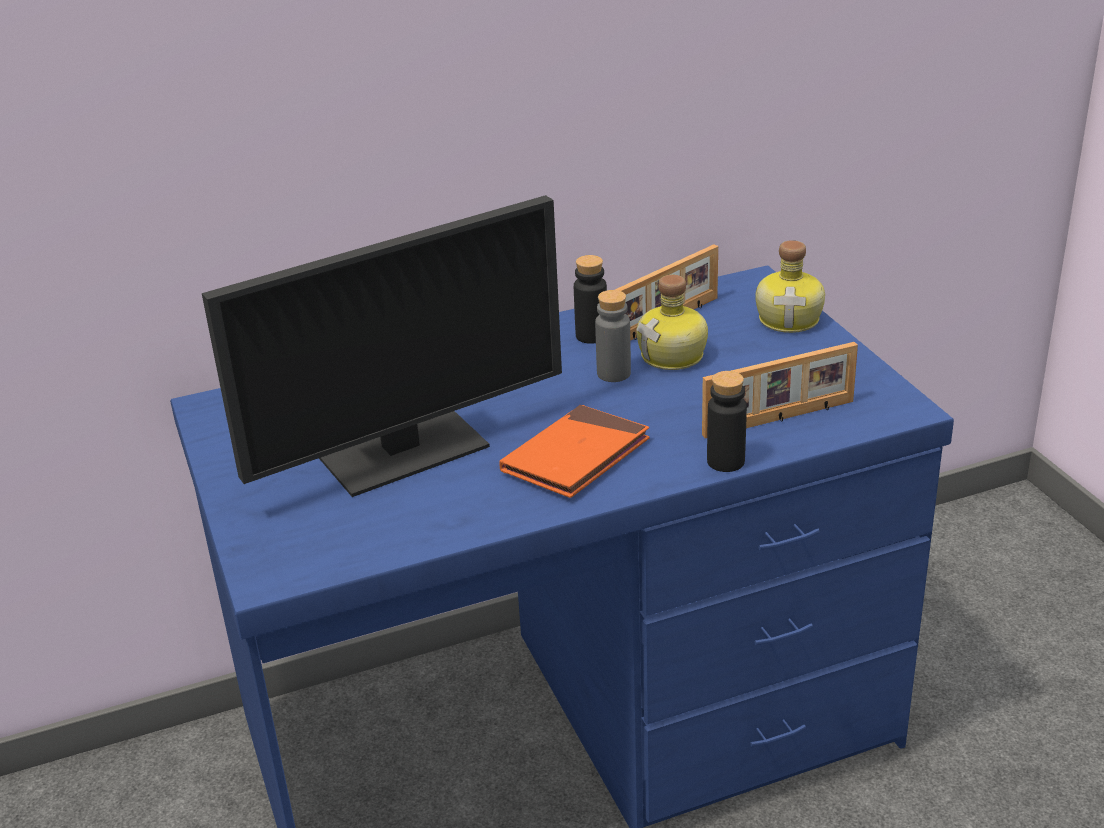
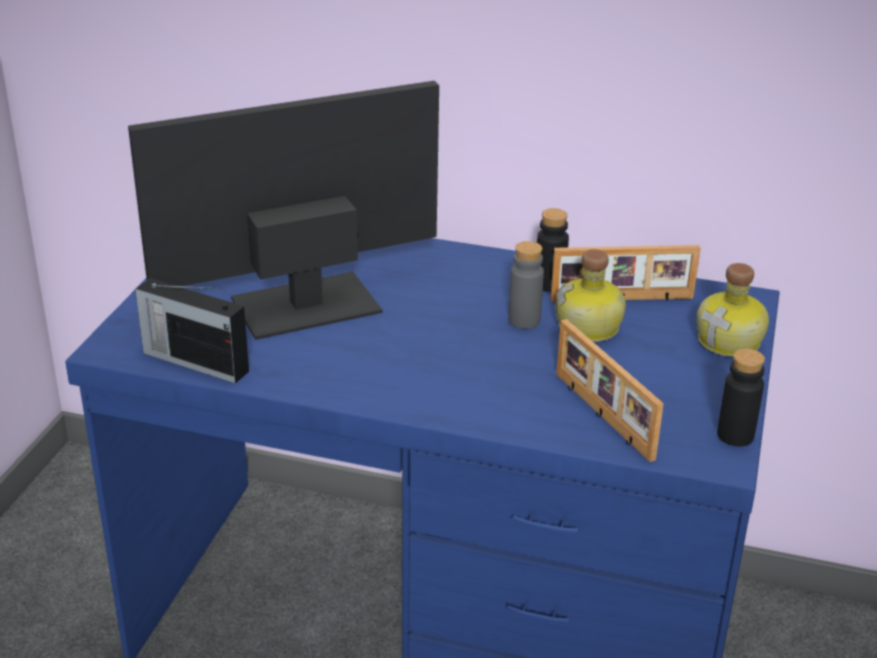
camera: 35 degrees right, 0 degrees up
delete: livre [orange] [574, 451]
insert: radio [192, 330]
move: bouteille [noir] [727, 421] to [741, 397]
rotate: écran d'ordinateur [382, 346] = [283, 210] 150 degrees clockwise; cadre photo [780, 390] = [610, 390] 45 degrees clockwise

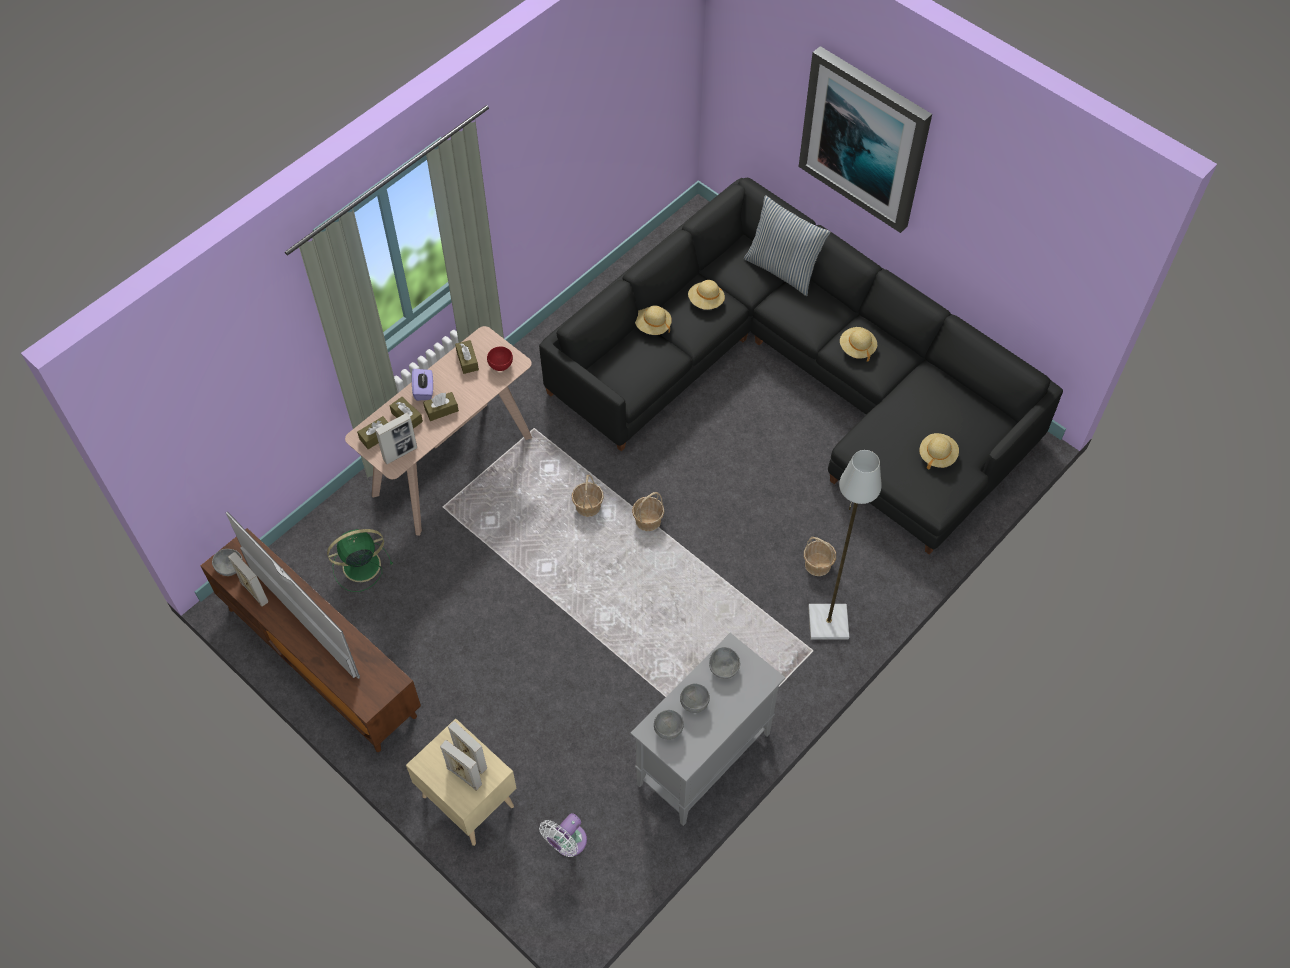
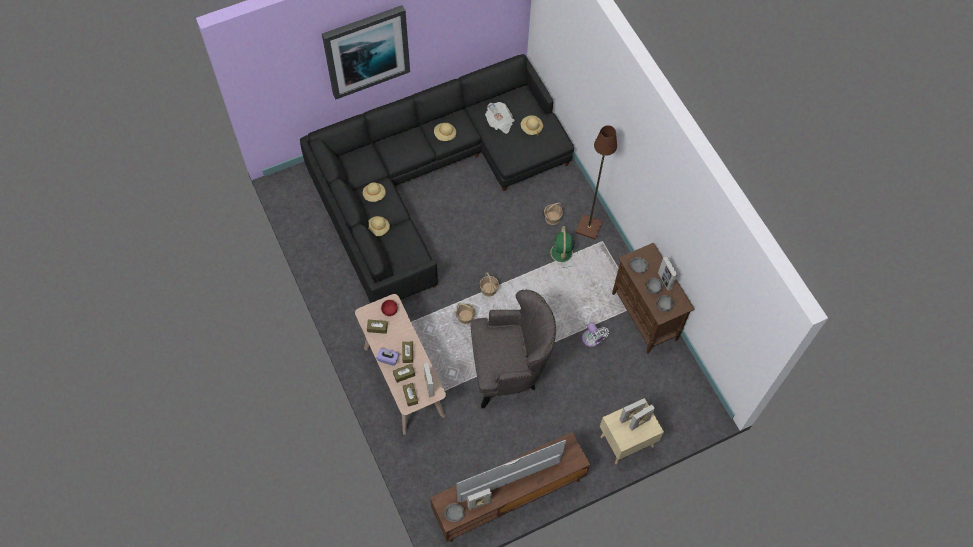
camera: 70 degrees left, 5 degrees up
delete: coussin [787, 245]
insert: fauteuil [gris] [513, 349]; journal [499, 118]; cadre photo [668, 274]
move: ventilateur [vert] [360, 560] to [562, 247]; ventilateur [blanc] [563, 835] to [595, 334]
recolor: meuble de rangement [gris] [708, 729] to meuble de rangement [marron] [653, 298]; lampadaire [gris] [844, 545] to lampadaire [marron] [596, 182]

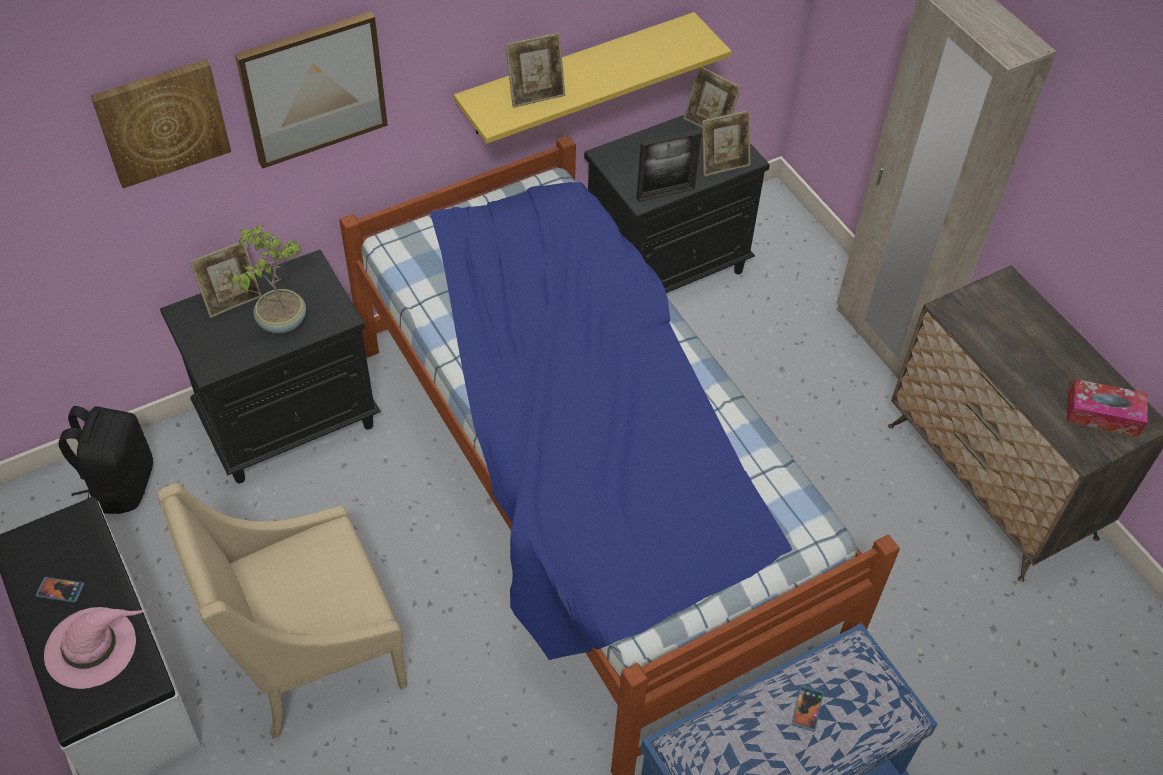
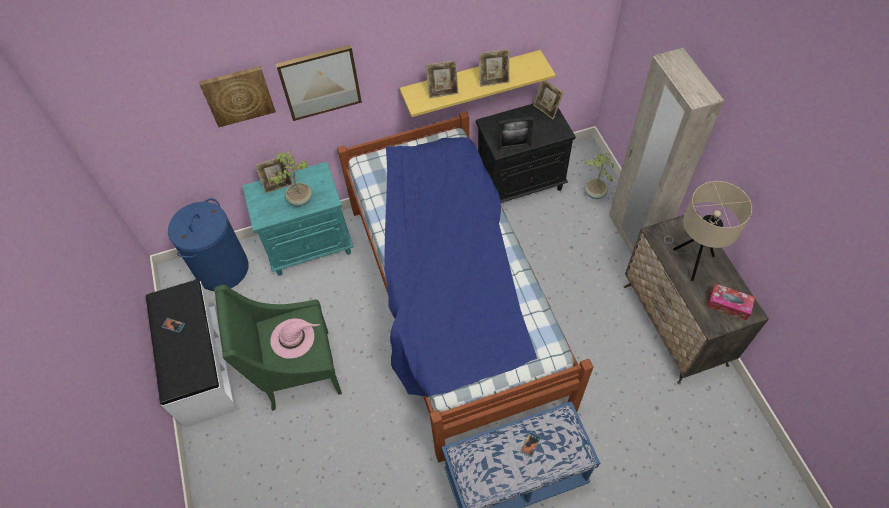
camera: 15 degrees right, 5 degrees up
insert: plante en pot [599, 176]; lampe de table [beige] [708, 231]
move: chapeau [rose] [95, 648] to [295, 338]; cadre photo [726, 143] to [494, 68]
replace: sac à dos [noir] [106, 460] to panier à linge [bleu] [208, 244]
recolor: fauteuil [beige] [282, 611] to fauteuil [vert] [278, 348]; table de chevet [noir] [270, 366] to table de chevet [turquoise] [298, 219]

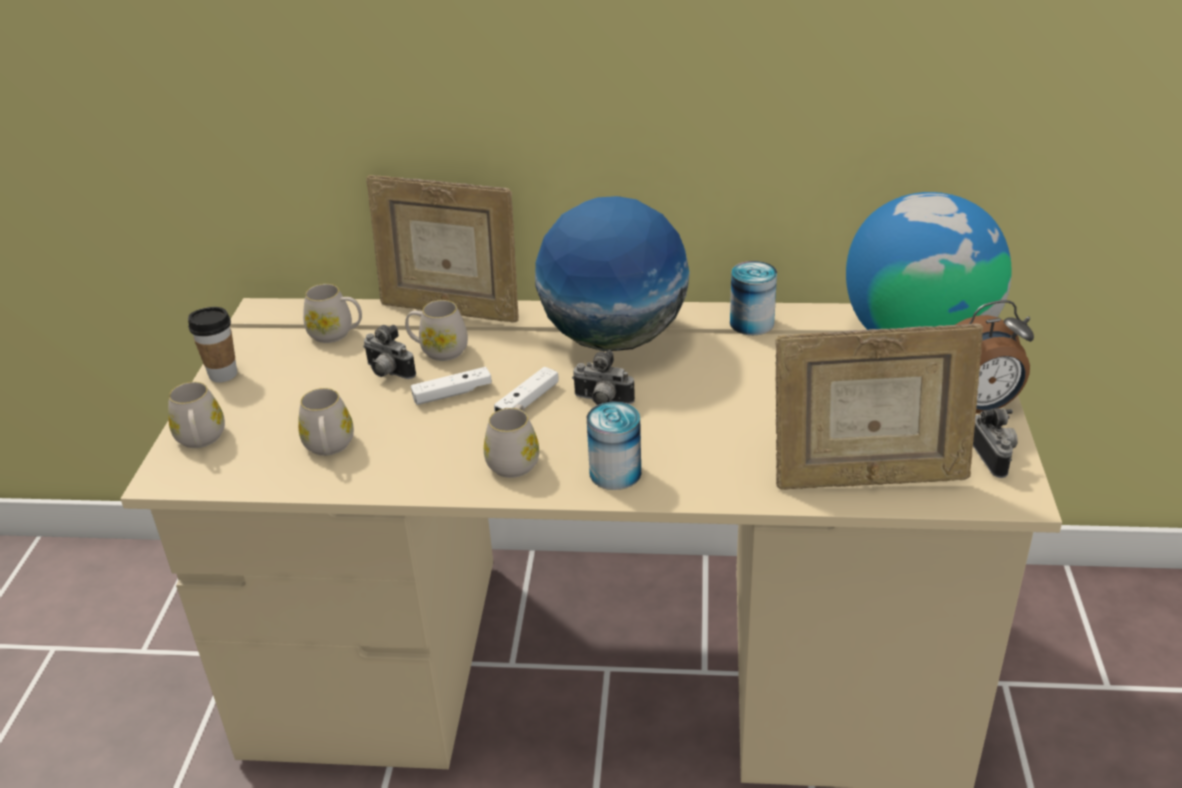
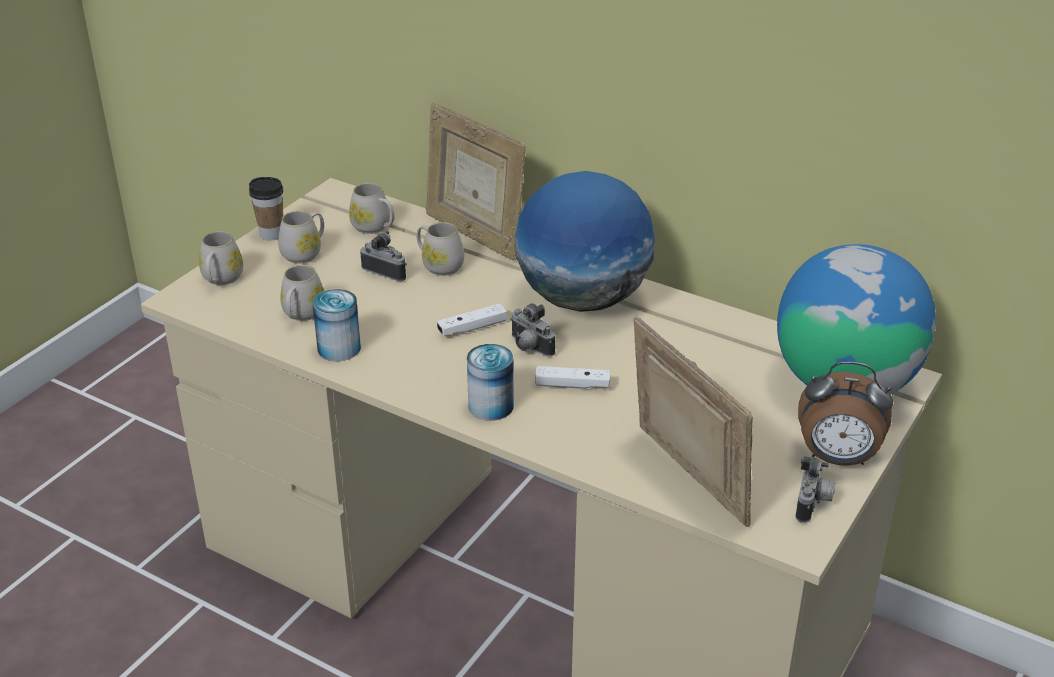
camera: 25 degrees right, 0 degrees up
move: manette [blanc] [451, 386] to [573, 377]; mug [blanc] [511, 441] to [301, 237]; boîte métallique [753, 298] to [336, 325]
rotate: appareil photo [389, 352] = [383, 256] 150 degrees clockwise; cadre photo [879, 407] = [693, 421] 150 degrees counterclockwise

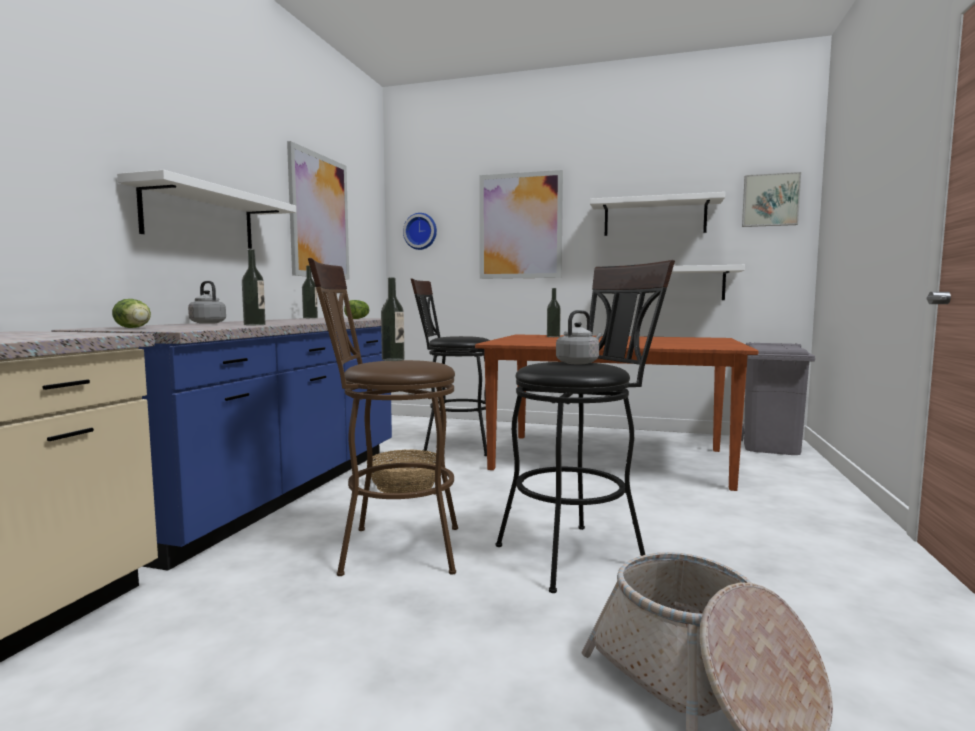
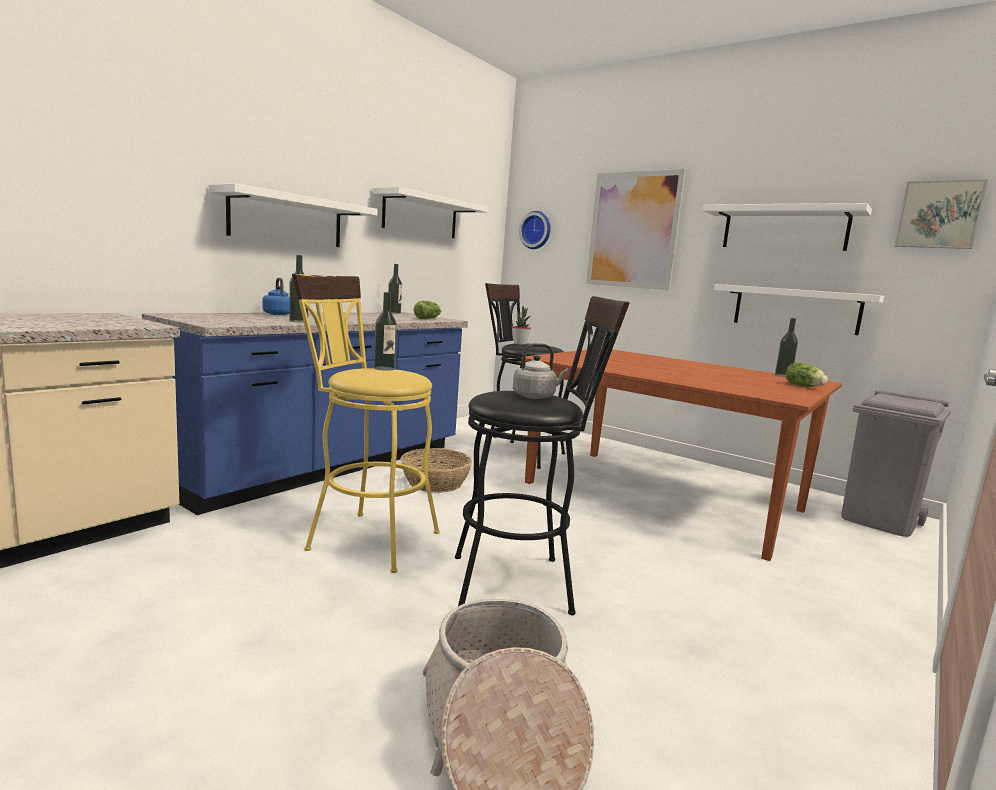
camera: 20 degrees right, 5 degrees up
insert: plante en pot [521, 325]
move: laitue [131, 313] to [807, 374]; bouteille [554, 312] to [786, 347]
replace: tableau [318, 210] to étagère [blanc] [430, 212]
recolor: bouilloire [gris] [207, 302] to bouilloire [bleu] [276, 296]; tabouret [marron] [383, 417] to tabouret [jaune] [366, 423]

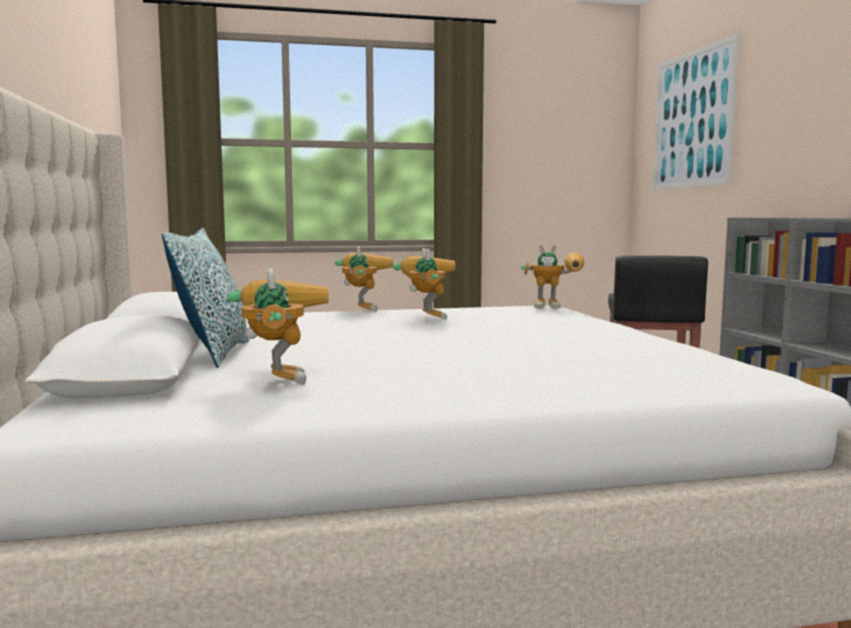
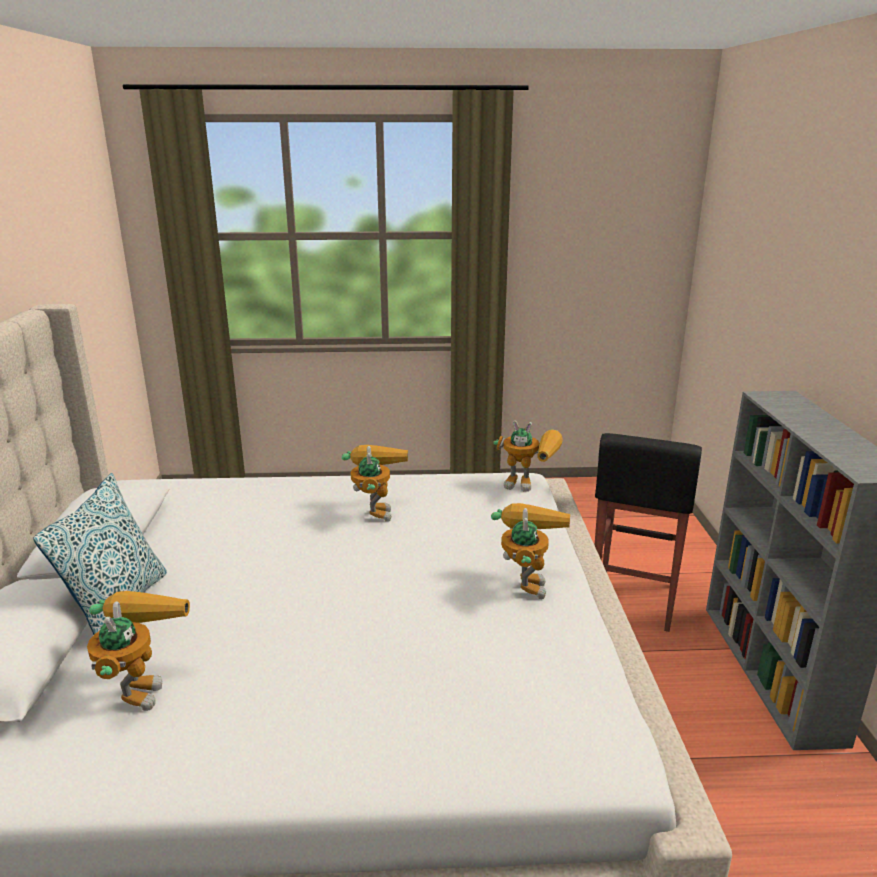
camera: 10 degrees right, 15 degrees up
delete: tableau [696, 112]
move: robot jouet [364, 279] to [530, 551]

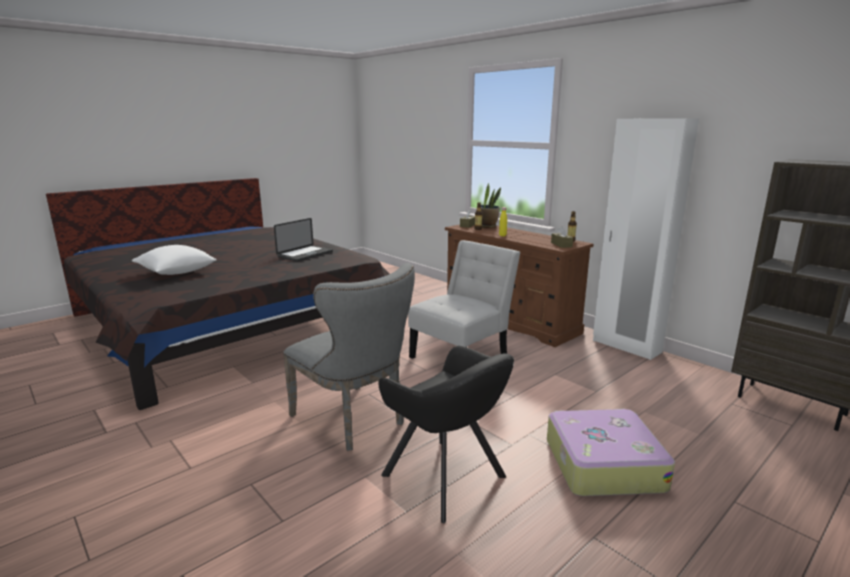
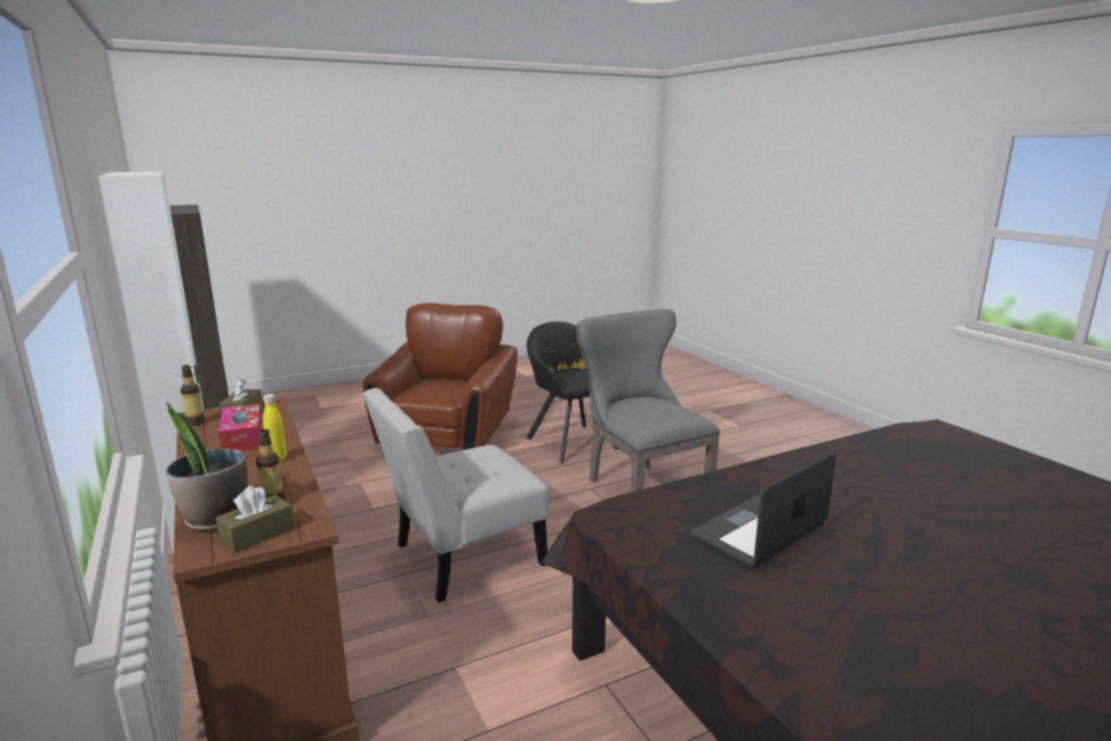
camera: 165 degrees left, 0 degrees up
delete: coussin [blanc] [174, 260]
insert: boîte à mouchoirs [240, 427]
replace: valise [611, 452] to fauteuil [marron] [440, 376]

